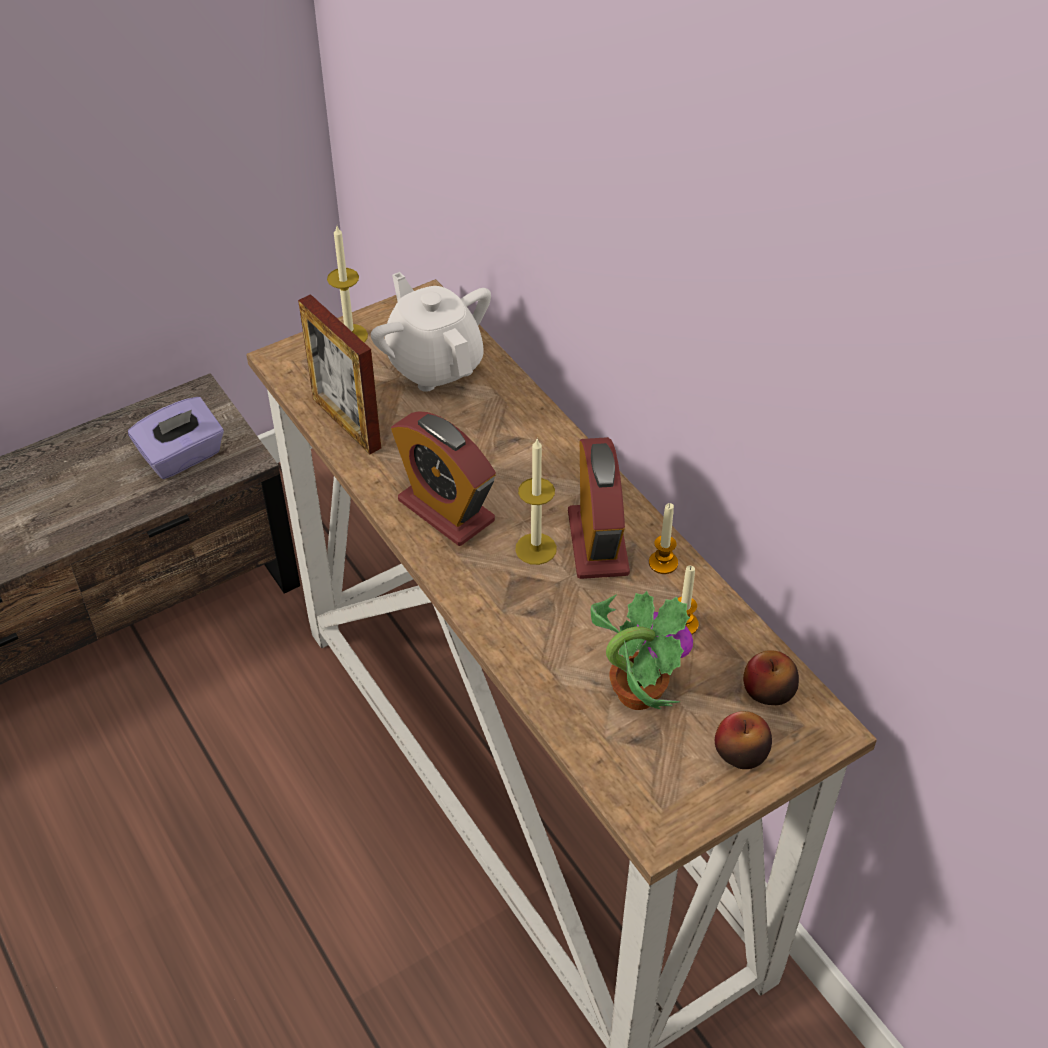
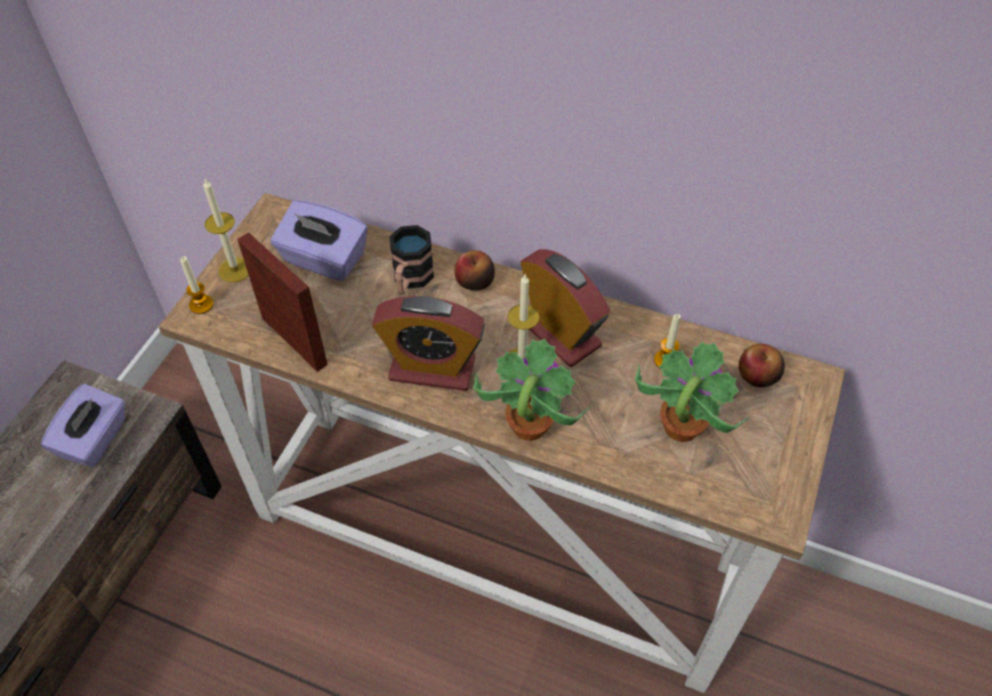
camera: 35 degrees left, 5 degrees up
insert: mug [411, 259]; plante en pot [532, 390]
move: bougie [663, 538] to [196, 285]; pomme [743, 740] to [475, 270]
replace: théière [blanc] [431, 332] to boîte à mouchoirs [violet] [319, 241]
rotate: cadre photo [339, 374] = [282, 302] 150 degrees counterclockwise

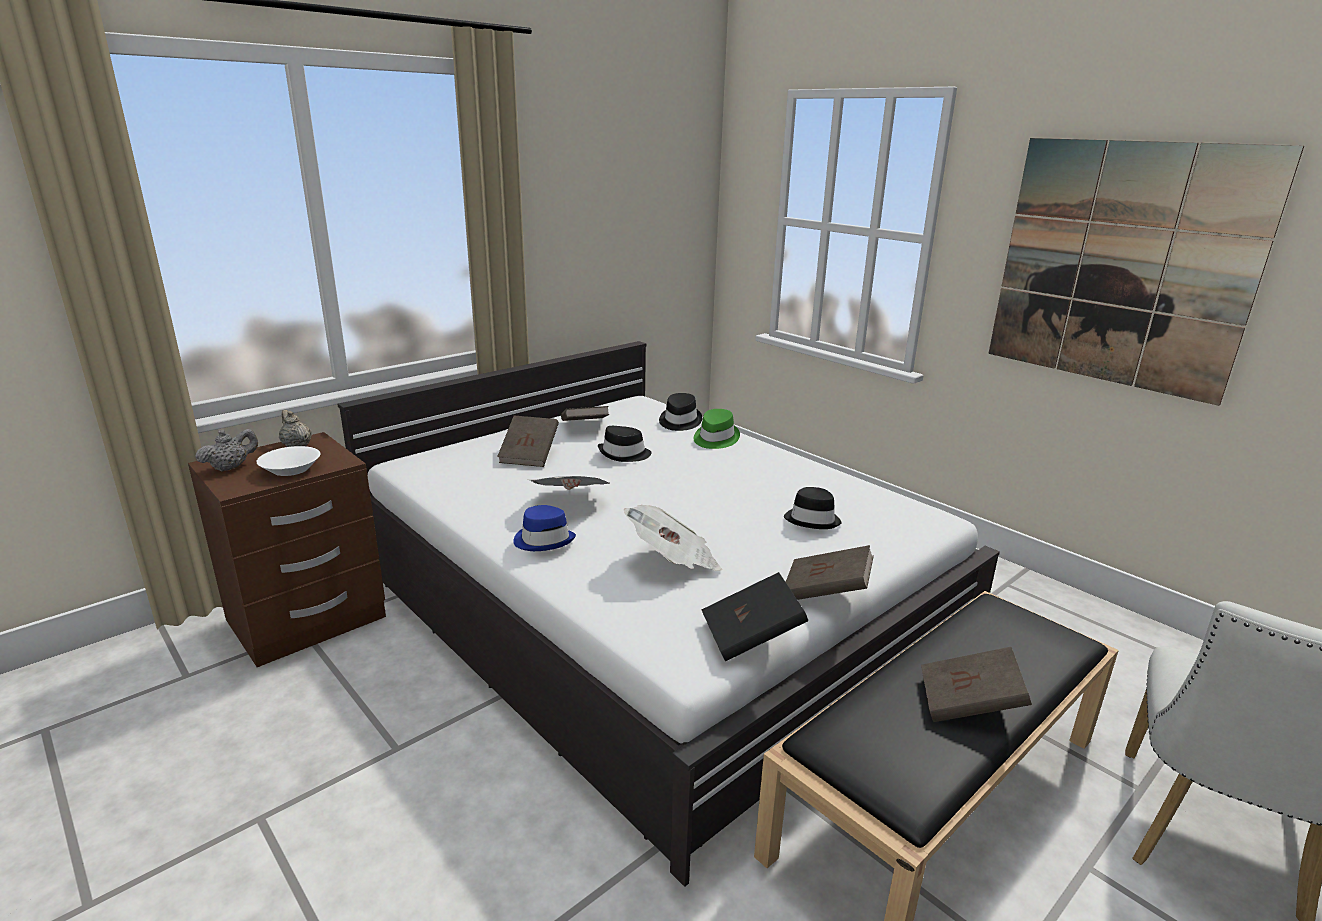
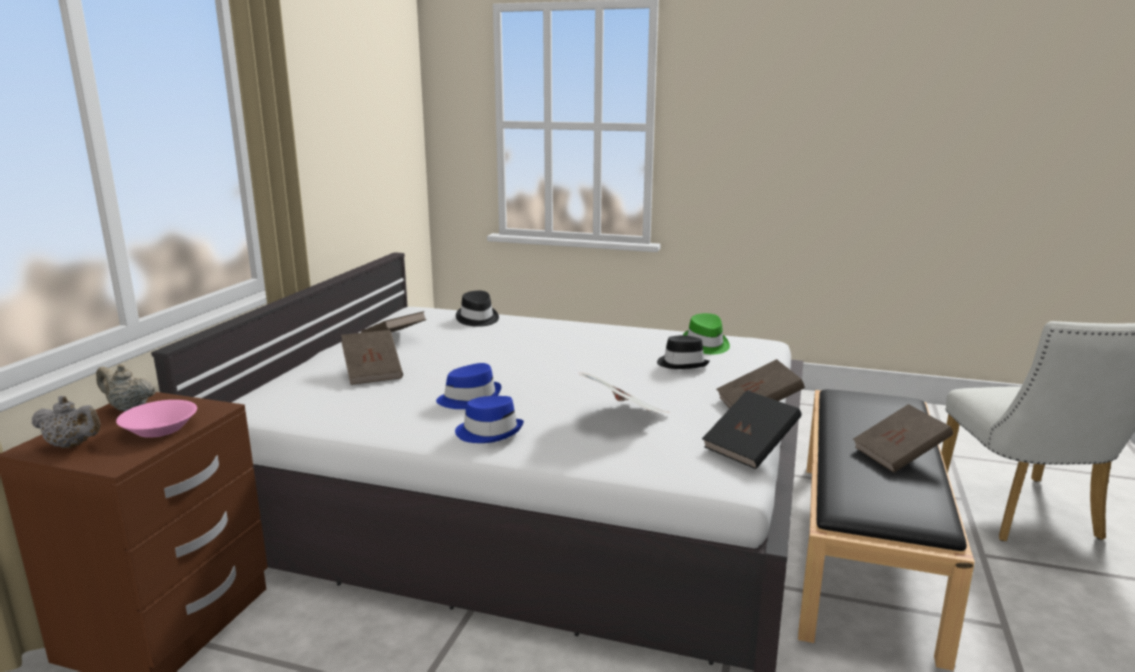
camera: 30 degrees left, 5 degrees down
delete: chapeau [noir] [625, 444]; tableau [1146, 272]
move: chapeau [vert] [717, 429] to [706, 333]
replace: journal [569, 483] to chapeau [bleu] [468, 386]
recolor: bol [blanc] [288, 461] to bol [rose] [156, 419]
rotate: théière [gris] [226, 450] = [66, 422] 90 degrees clockwise

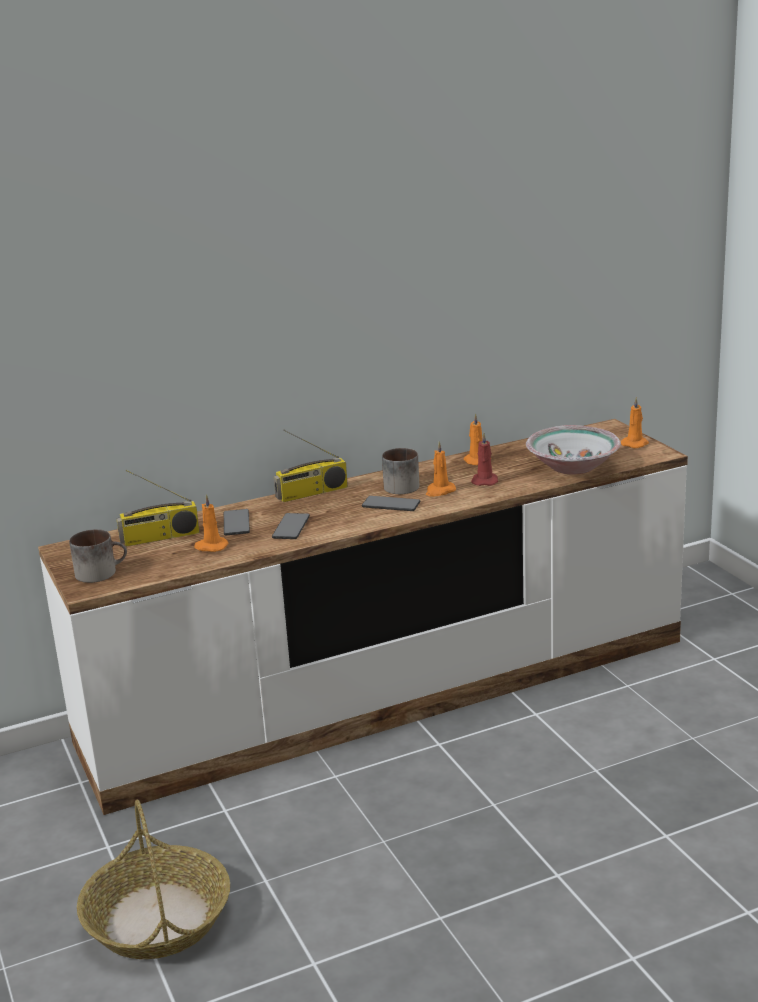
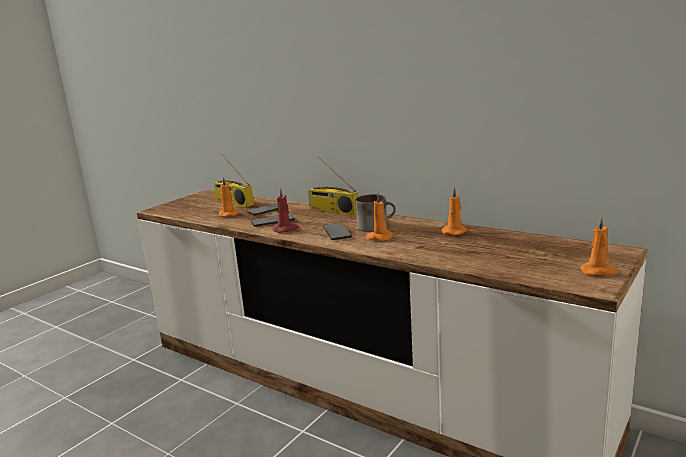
camera: 60 degrees right, 5 degrees down
delete: mug [98, 556]; panier [153, 879]; bol [573, 450]
move: bougie [rouge] [484, 459] to [286, 210]

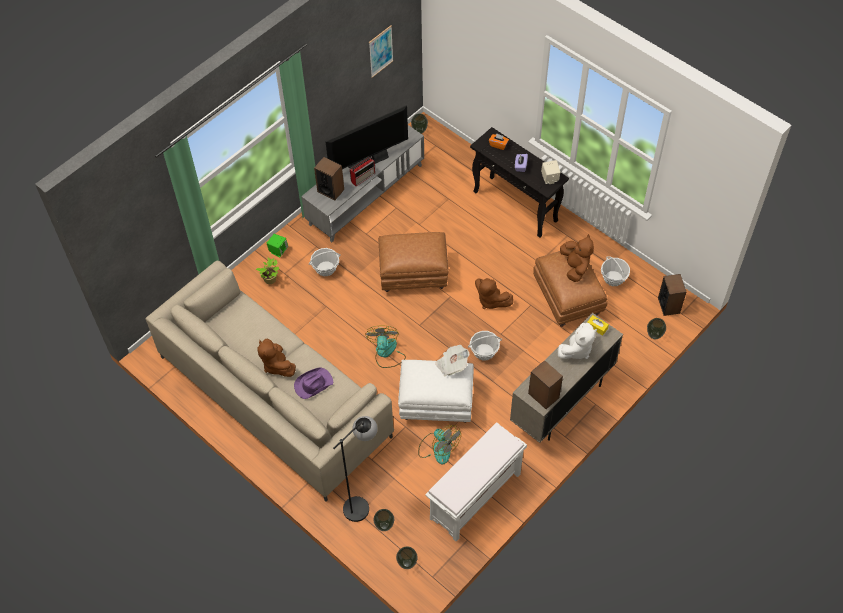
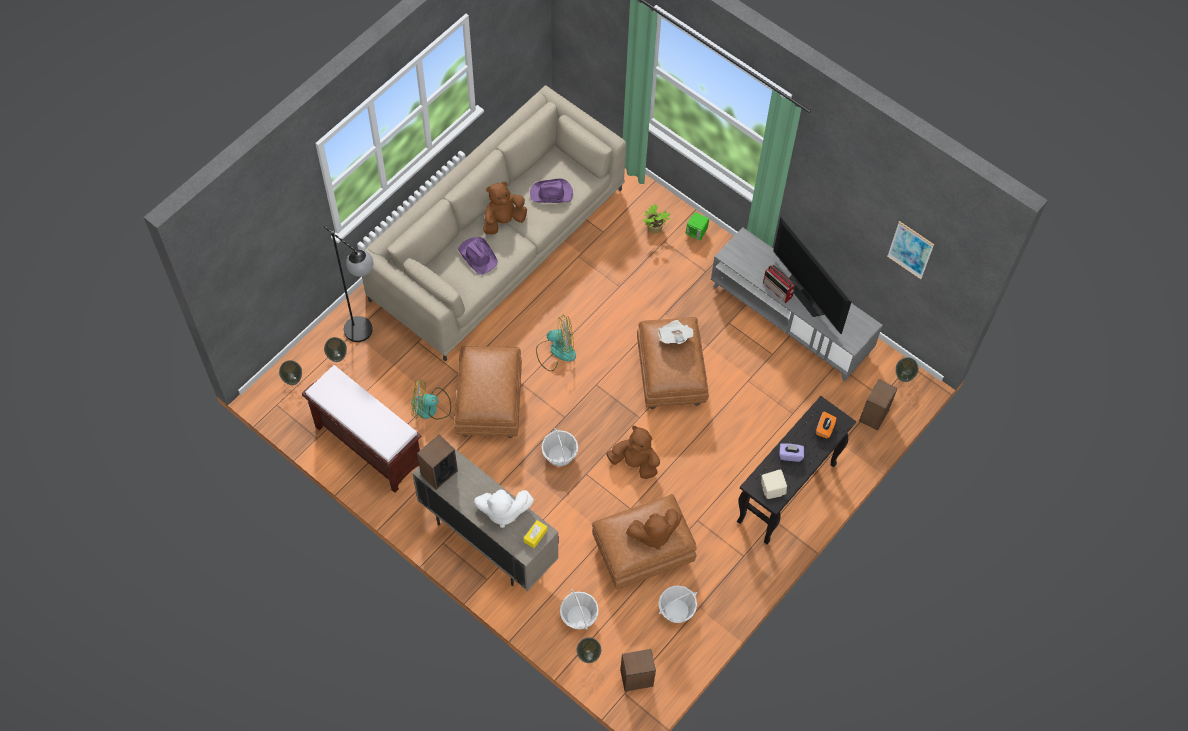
camera: 85 degrees right, 5 degrees up
insert: chapeau [violet] [551, 191]
move: panier [325, 262] to [579, 609]; enceinte [329, 178] to [878, 404]; journal [452, 360] to [676, 332]
recolor: pouf [blanc] [436, 391] to pouf [marron] [488, 392]; banc [blanc] [476, 482] to banc [marron] [361, 429]
rotate: ventilateur [439, 444] = [431, 399] 45 degrees clockwise; peluche [marron] [494, 293] = [633, 452] 75 degrees clockwise; peluche [blanc] [577, 341] = [504, 508] 45 degrees counterclockwise

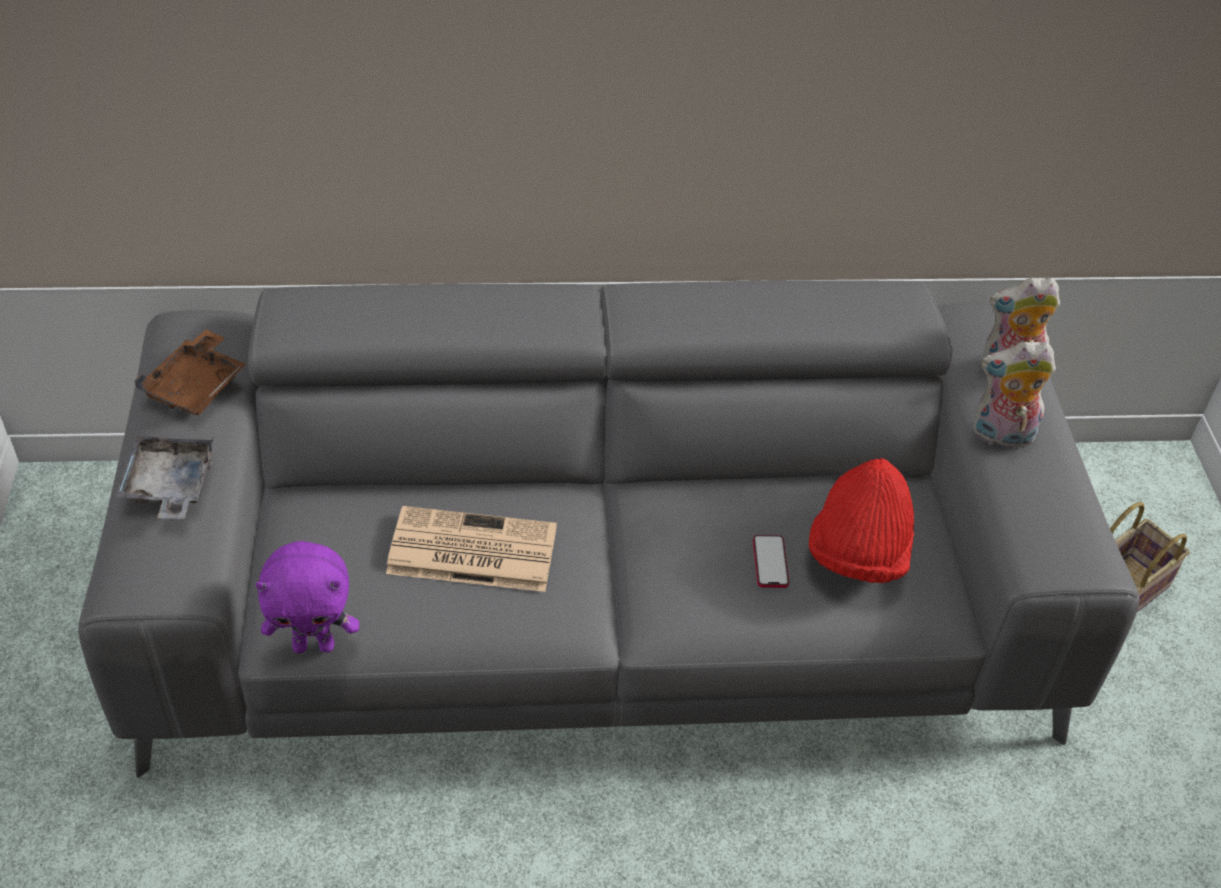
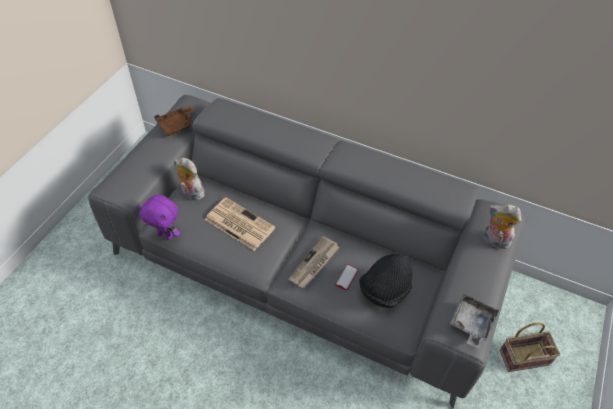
camera: 30 degrees right, 5 degrees up
insert: journal [314, 262]
move: plateau [gris] [164, 477] to [474, 321]; peluche [1014, 395] to [190, 179]
recolor: chapeau [rouge] [861, 520] to chapeau [noir] [386, 281]

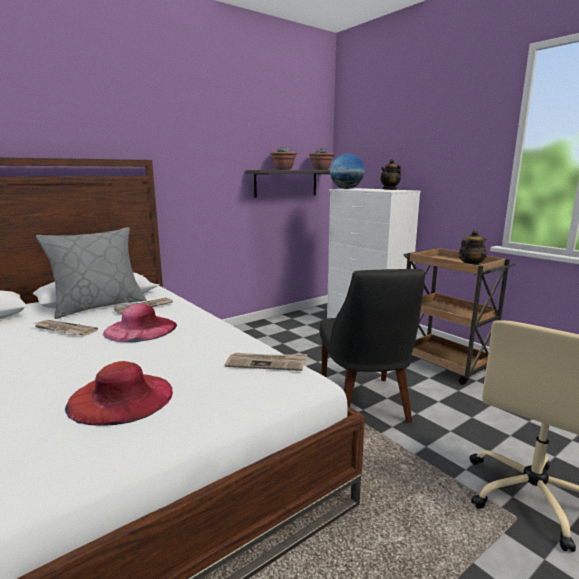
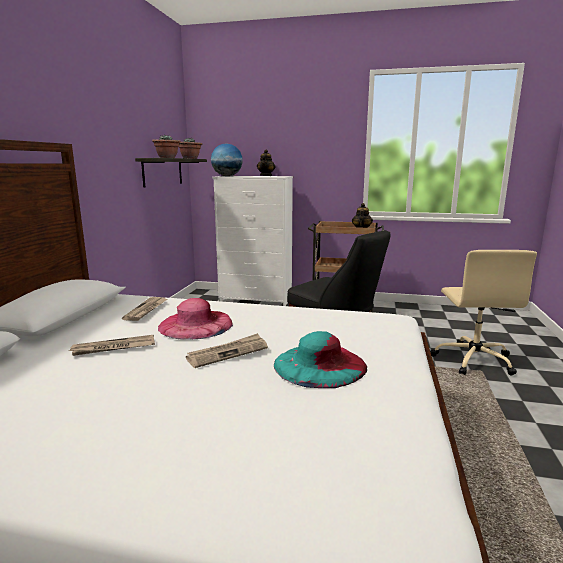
camera: 40 degrees left, 0 degrees up
delete: coussin [gris] [91, 273]
move: journal [266, 362] to [227, 350]
recolor: chapeau [rouge] [119, 393] to chapeau [turquoise] [320, 359]

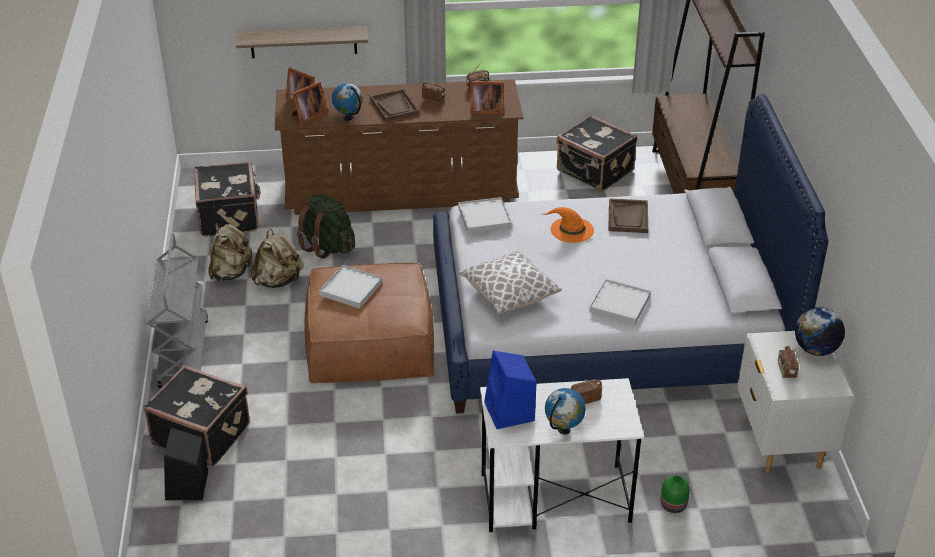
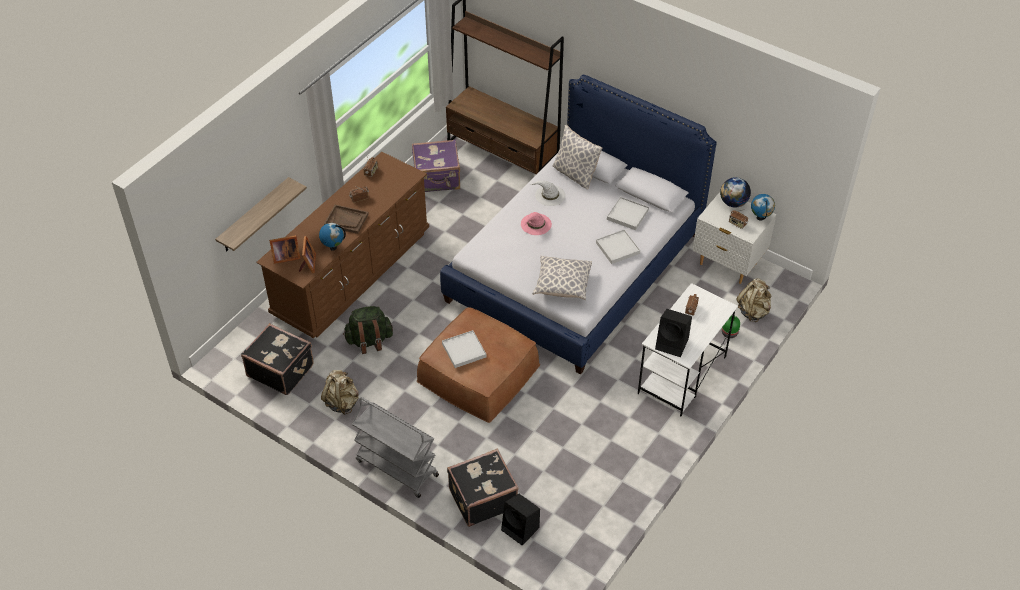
camera: 50 degrees left, 10 degrees up
delete: cadre photo [487, 97]
insert: coussin [577, 157]
move: sac à dos [beige] [277, 258] to [754, 300]; plateau [blanc] [484, 215] to [628, 213]; globe [565, 411] to [763, 207]
replace: plateau [marron] [628, 215] to chapeau [blanc] [547, 193]
recolor: enceinte [bleu] [510, 390] to enceinte [noir] [673, 333]; chapeau [orange] [568, 225] to chapeau [rose] [536, 223]; valise [noir] [597, 153] to valise [violet] [436, 166]

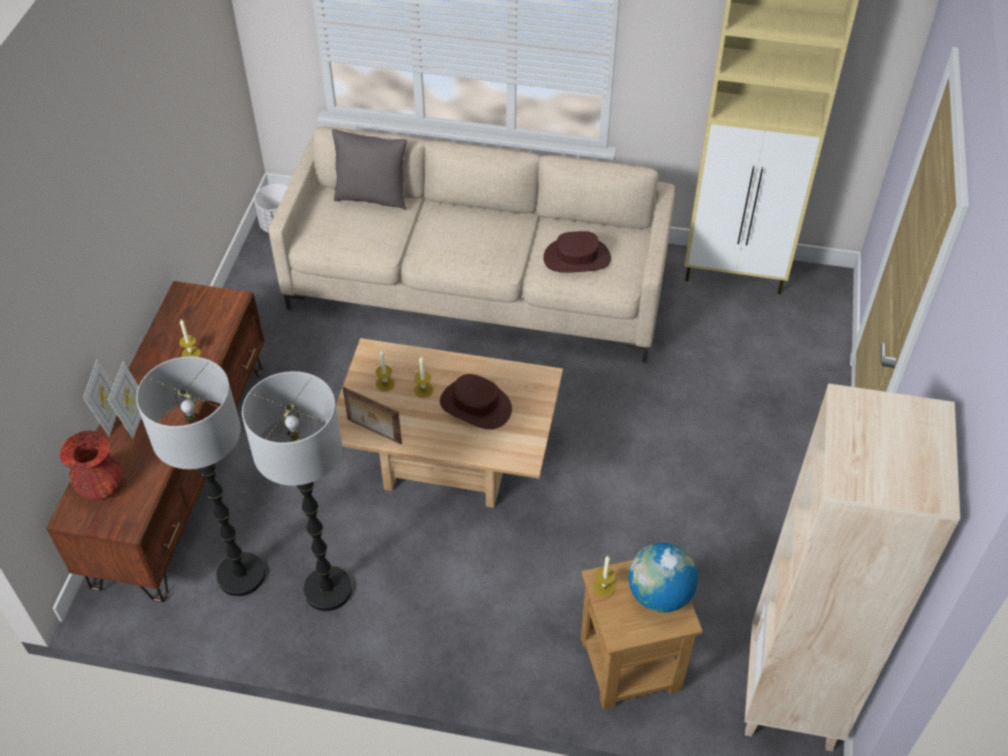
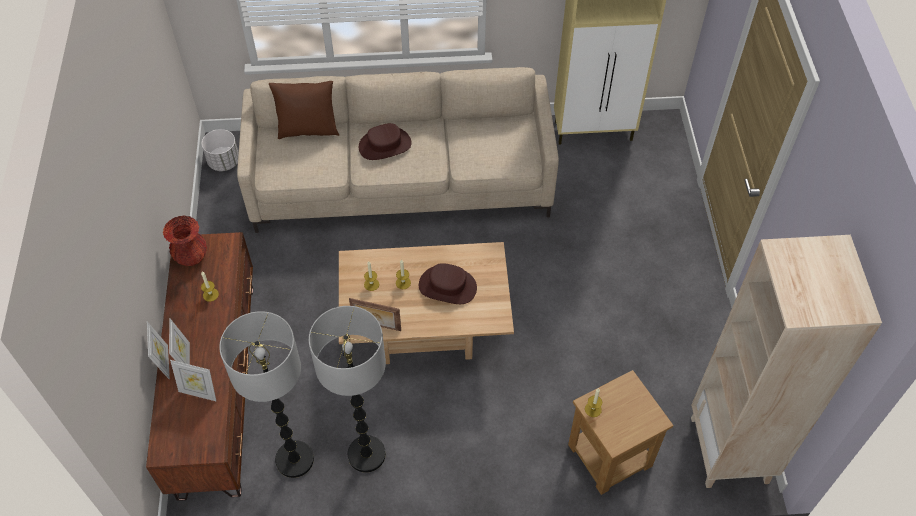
camera: 15 degrees left, 5 degrees up
delete: globe [663, 578]
insert: cadre photo [193, 380]
move: vase [rouge] [91, 465] to [185, 240]; chapeau [marron] [577, 252] to [385, 141]
recolor: coussin [gris] [369, 169] to coussin [marron] [304, 110]

